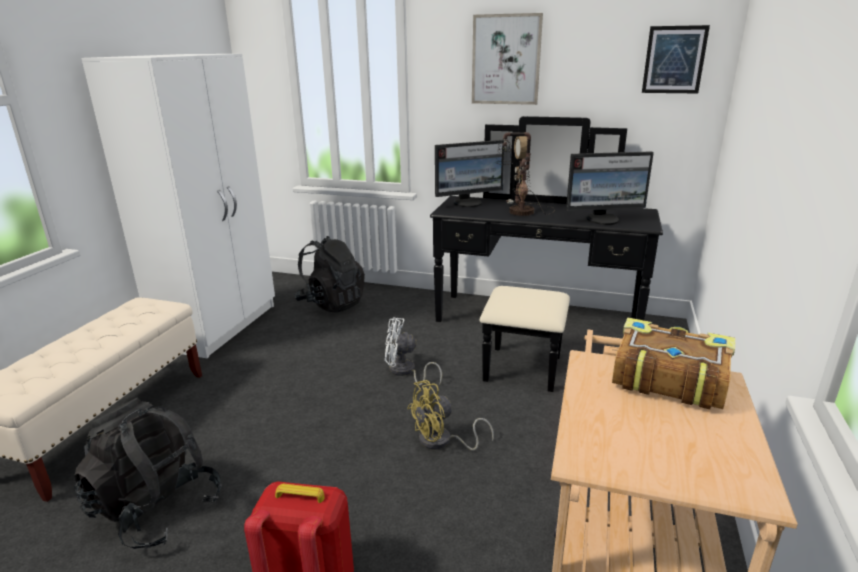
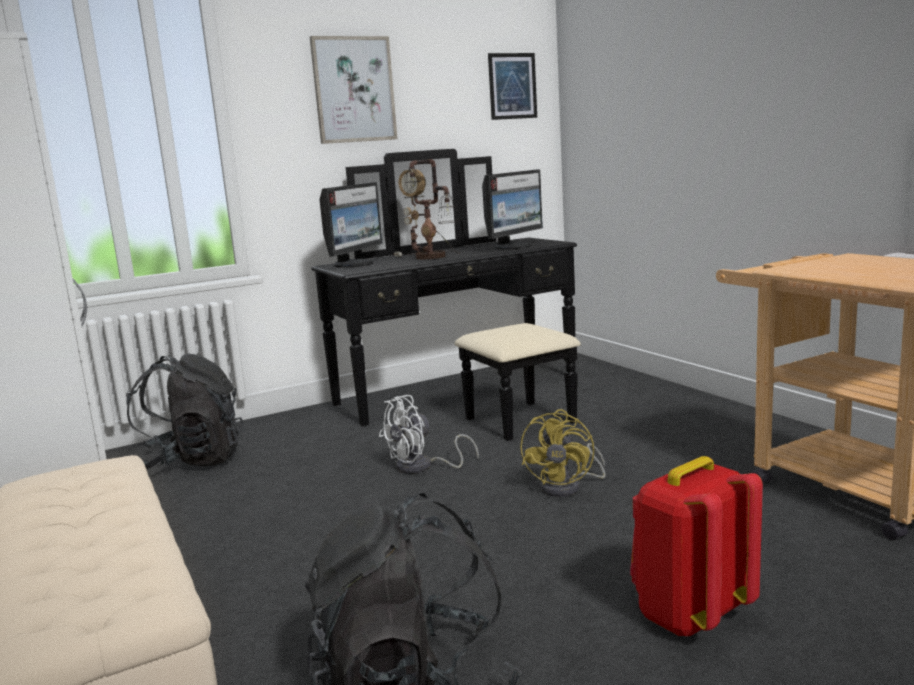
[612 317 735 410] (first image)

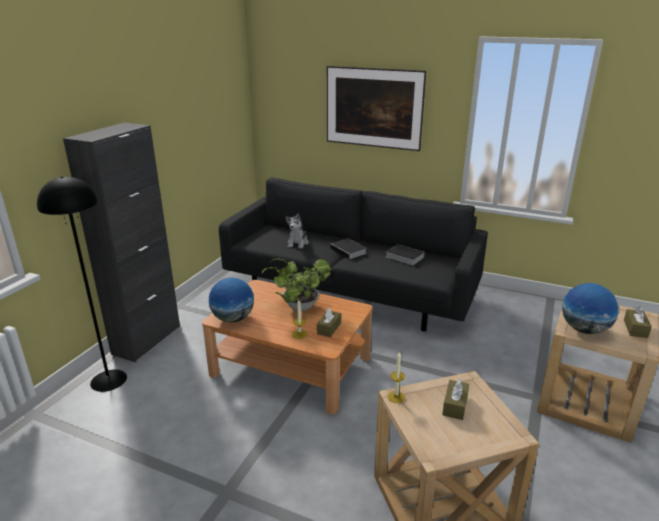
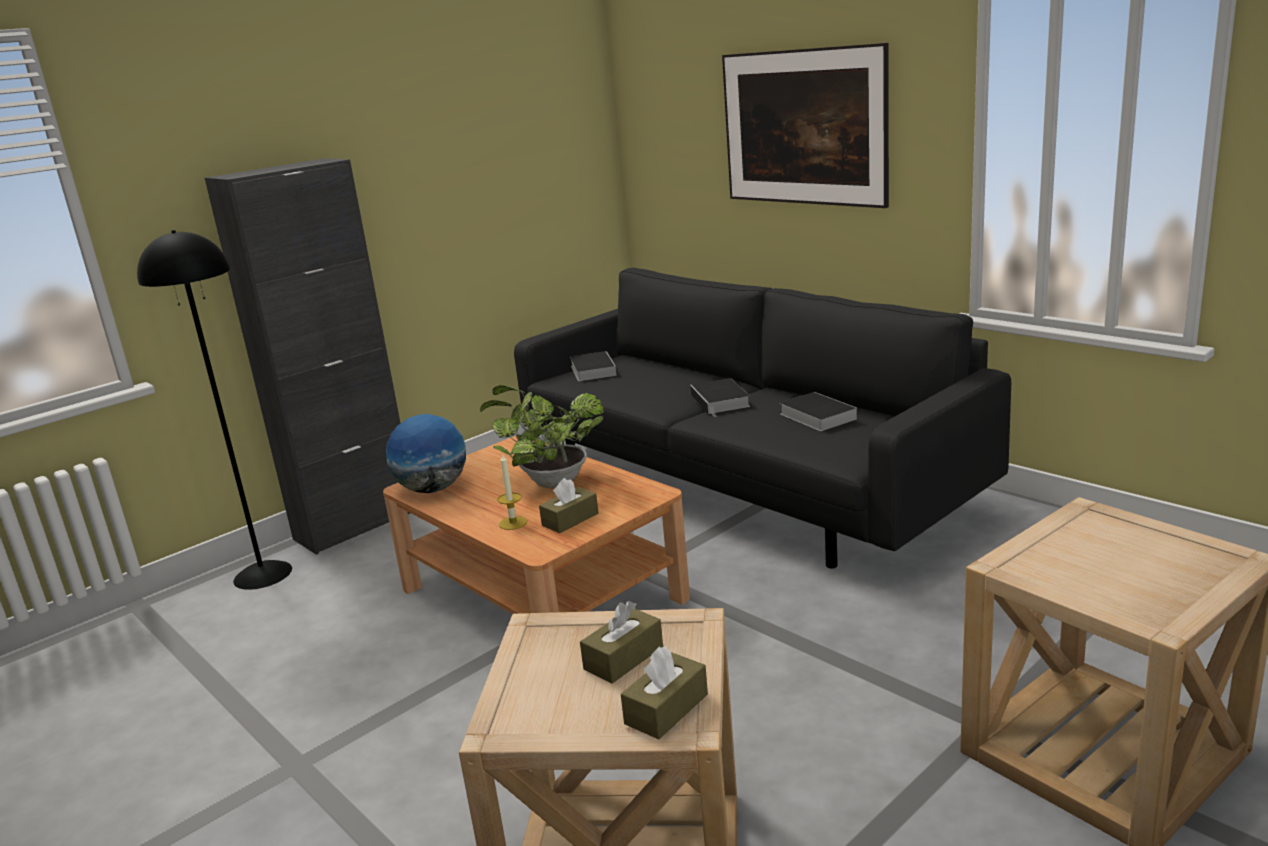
[286 213 309 248] (first image)
[388 351 405 403] (first image)
[562 283 618 334] (first image)
[621 646 708 739]
[570 351 617 381]

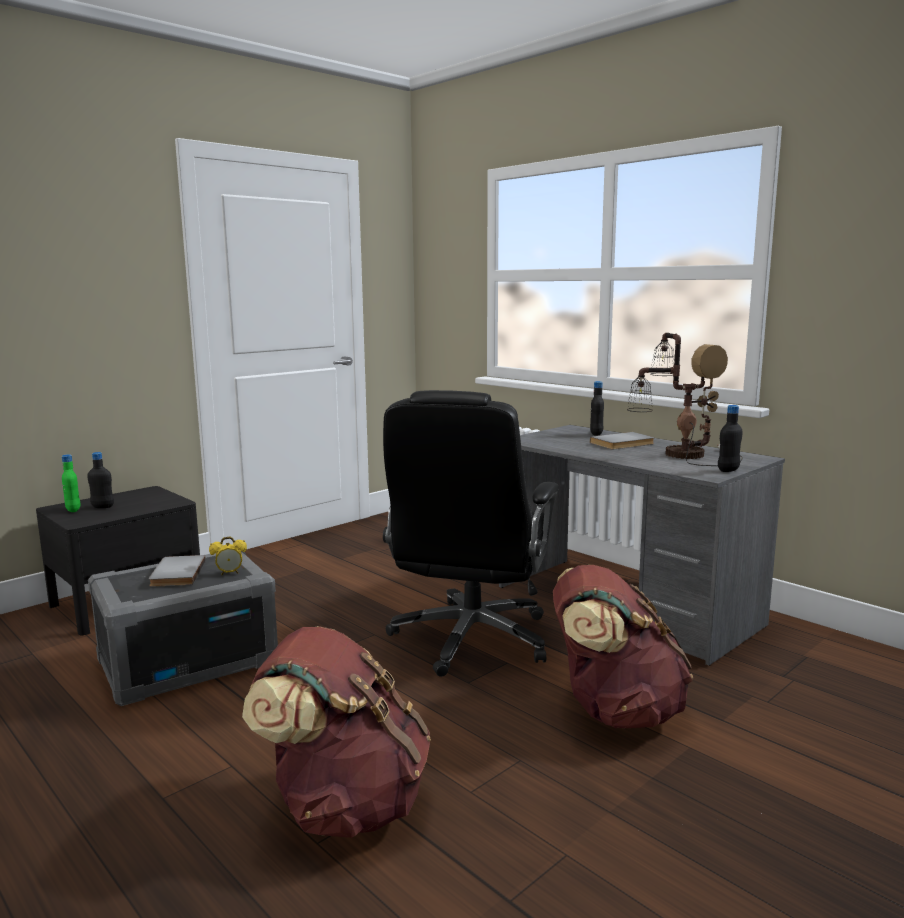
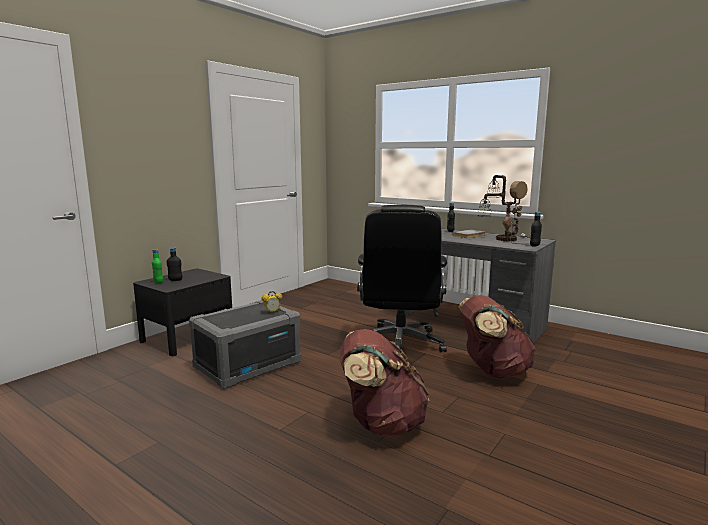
[149 555 206 587] (first image)

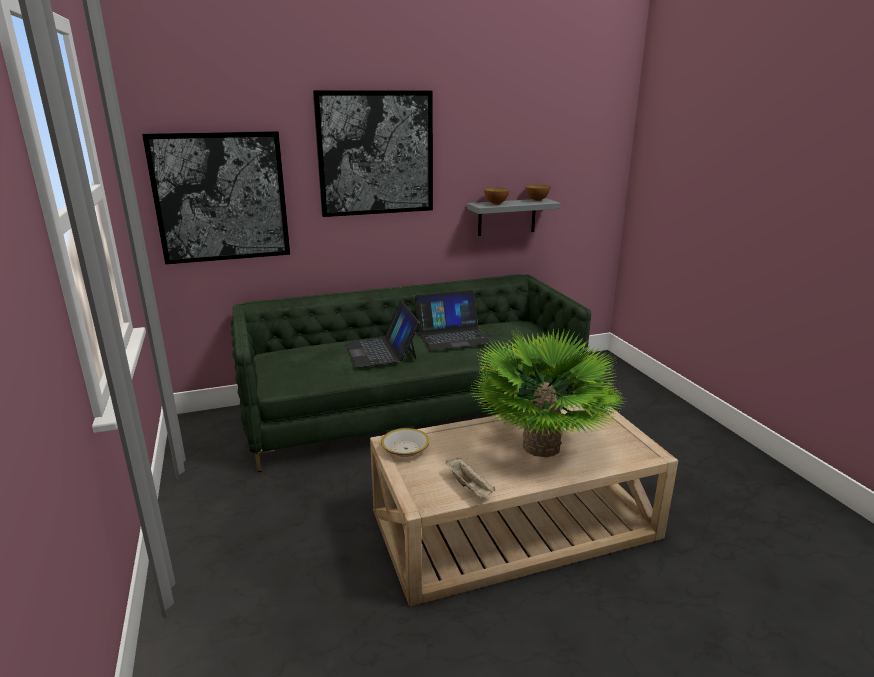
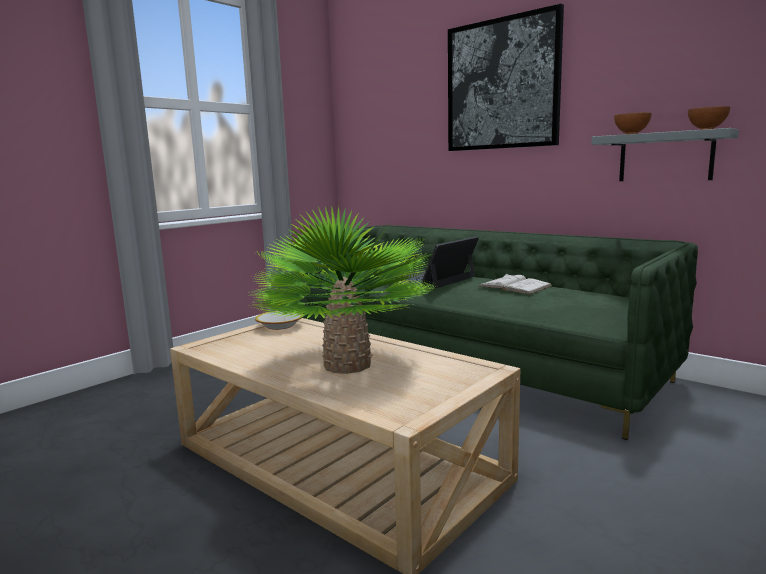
[142 131 290 264] (first image)
[479 274 552 294]
[445 458 495 498] (first image)

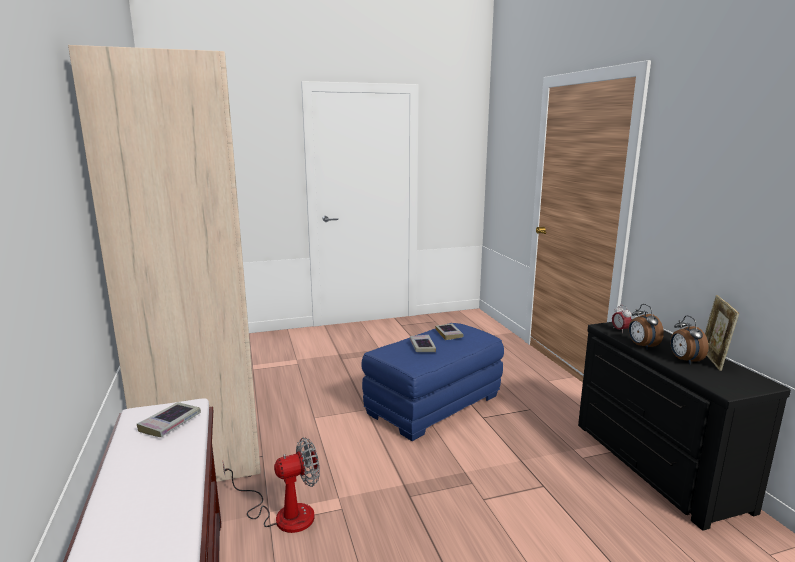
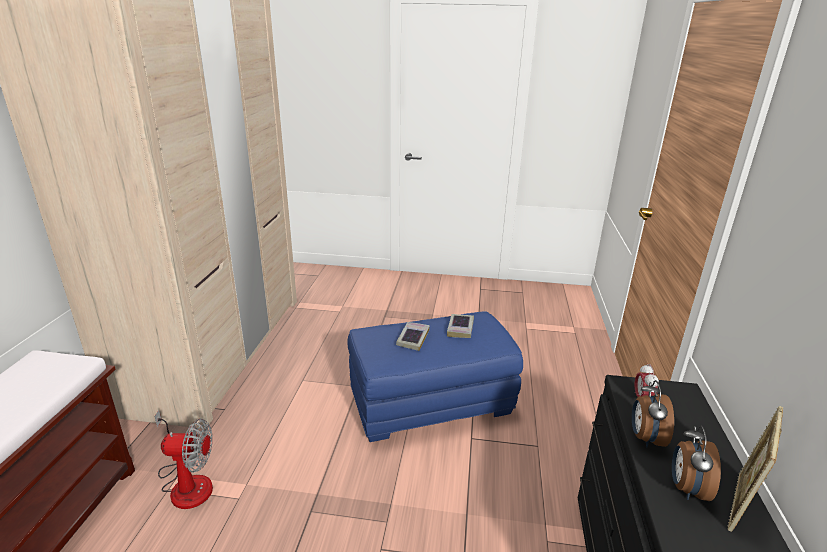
[137 402 201 437] (first image)

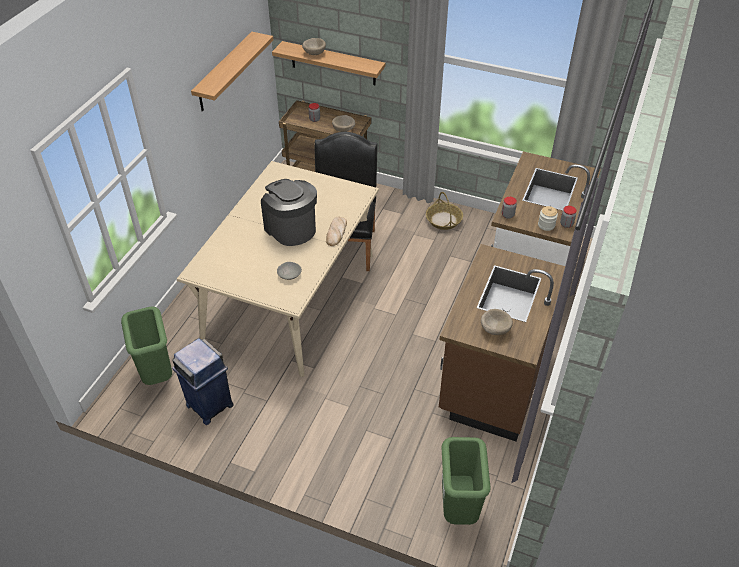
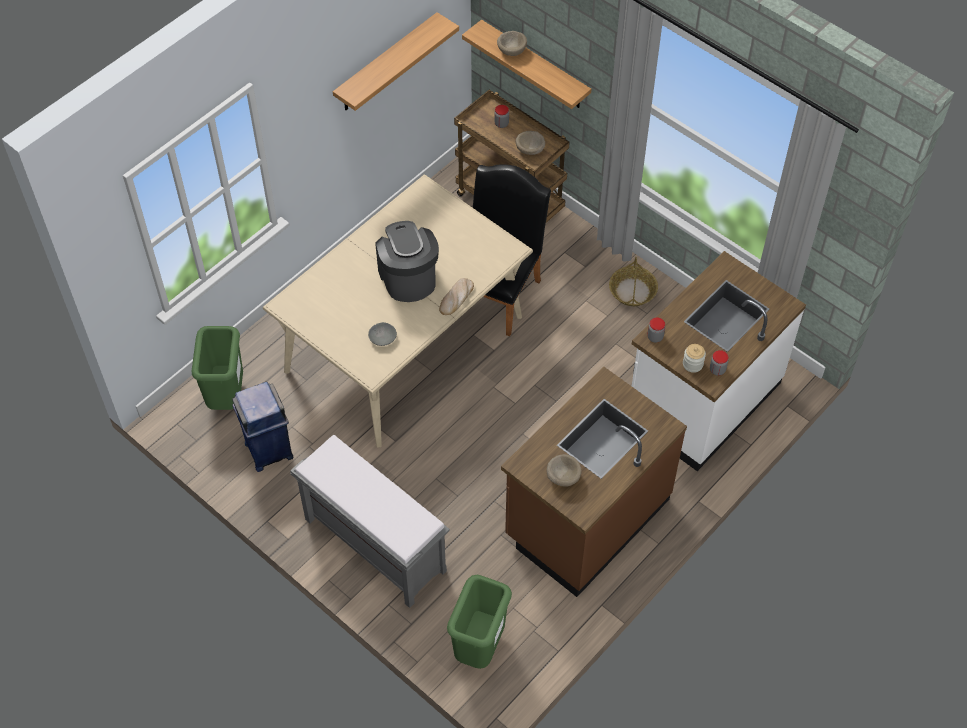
[290 435 450 608]

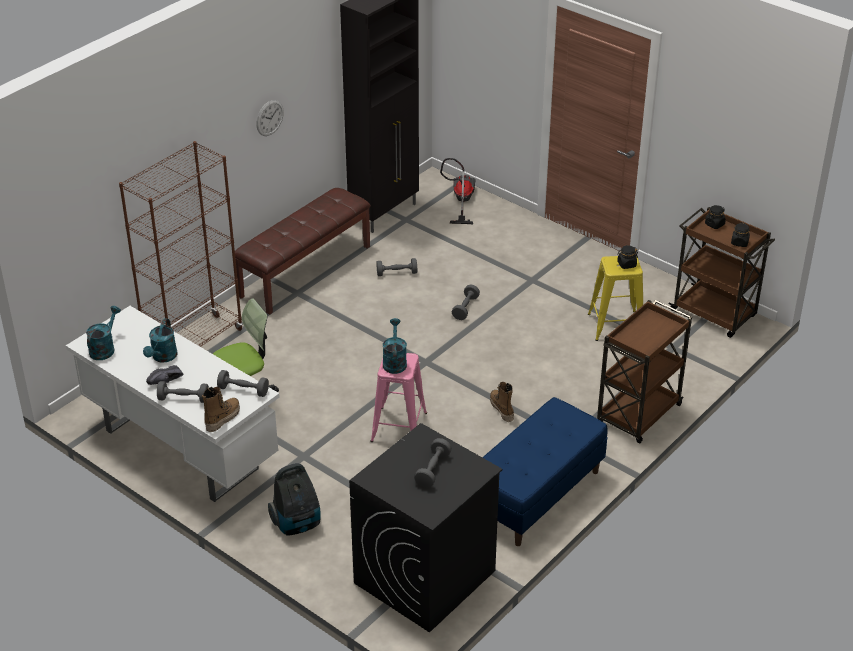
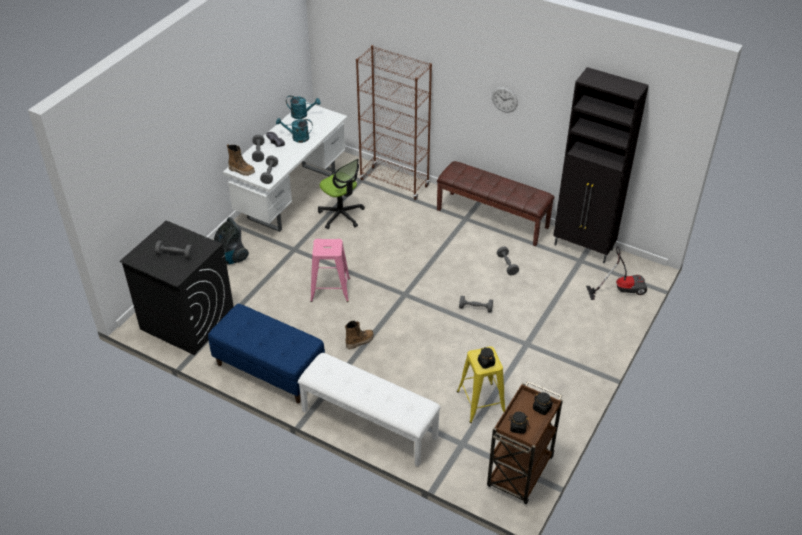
[383 318 407 374] (first image)
[298 353 441 466]

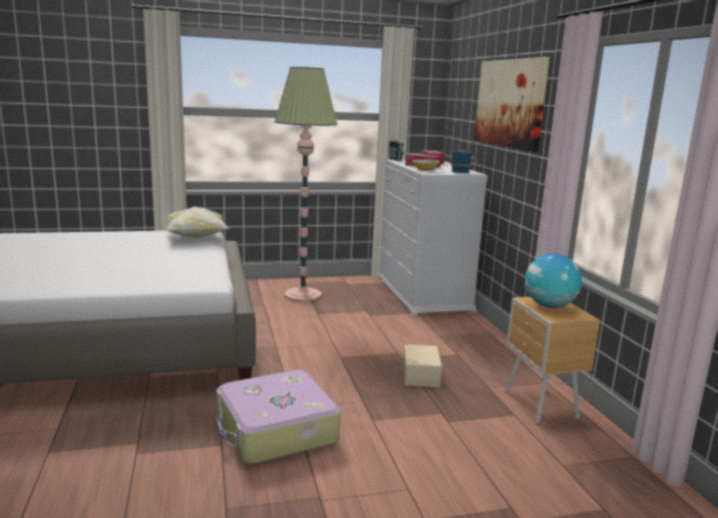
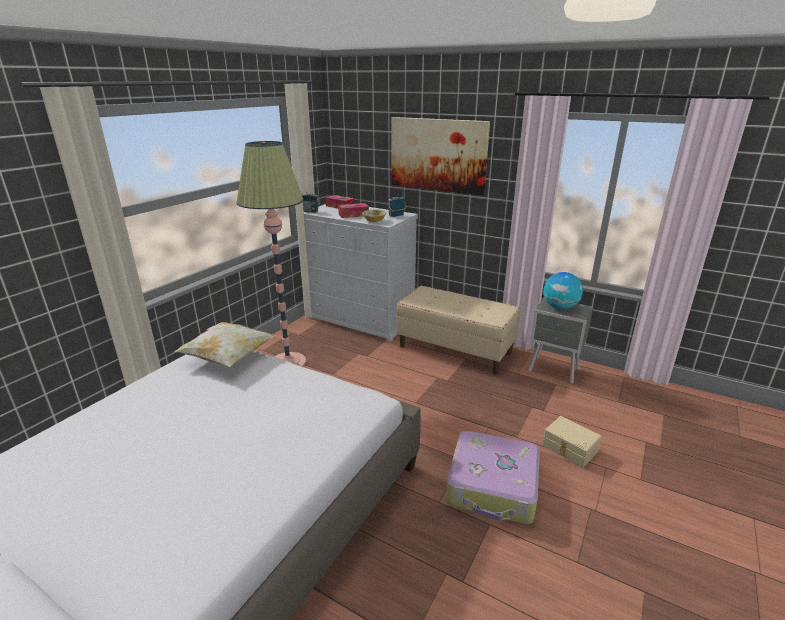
[542 416 602 468]
[528 297 593 384]
[396 286 520 375]

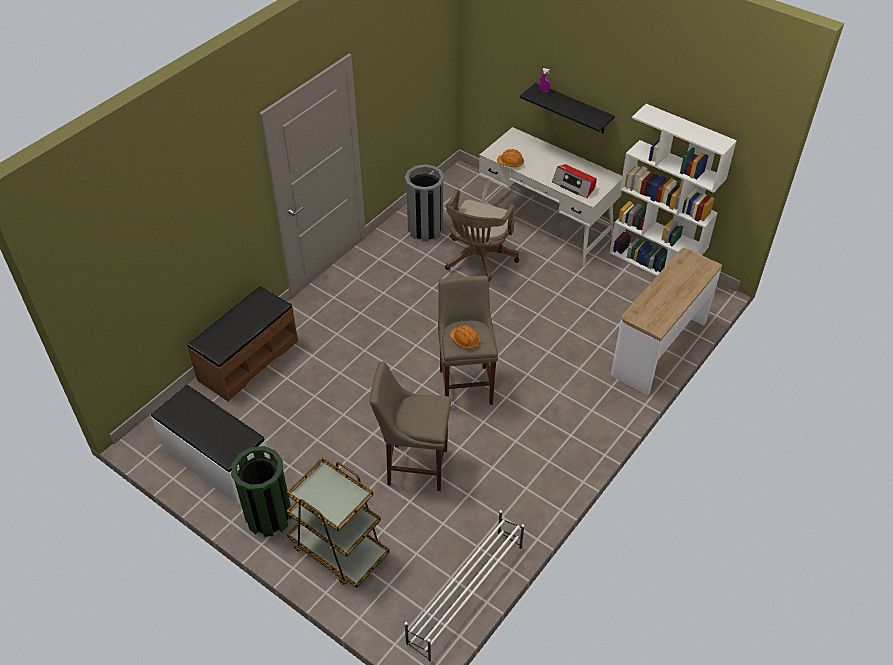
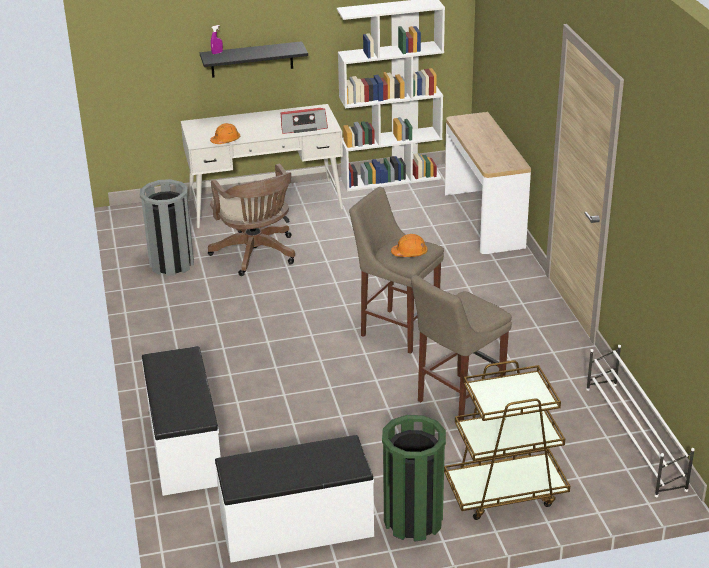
[142 346 221 496]

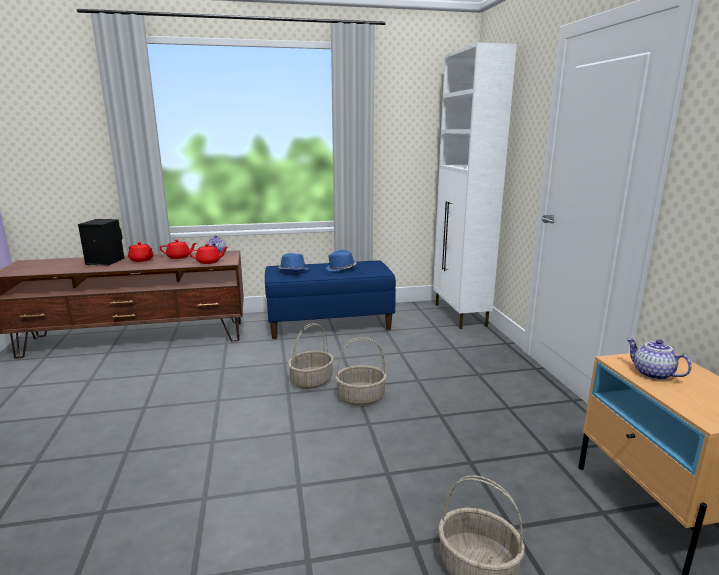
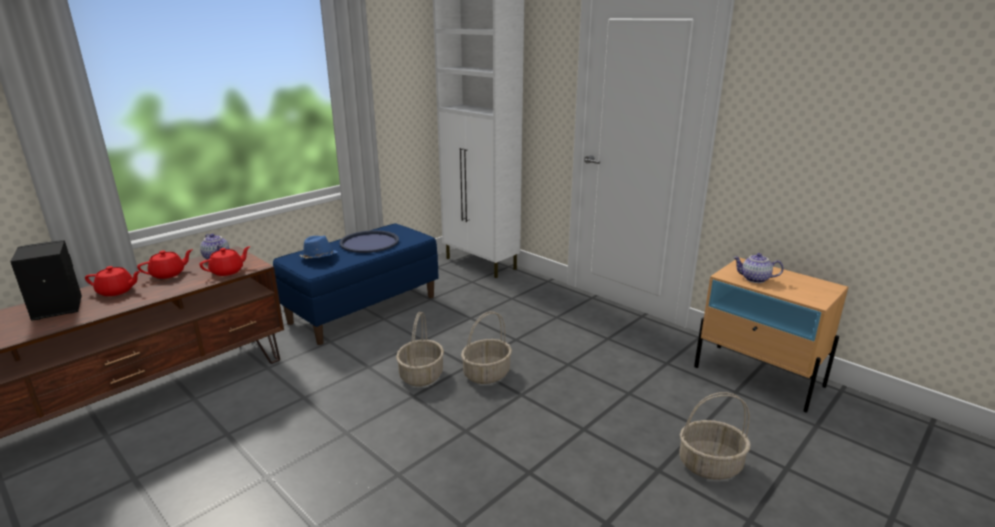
[339 230 399 253]

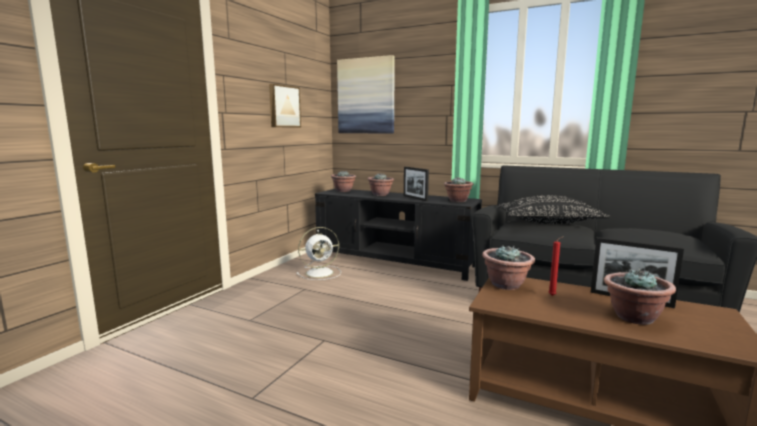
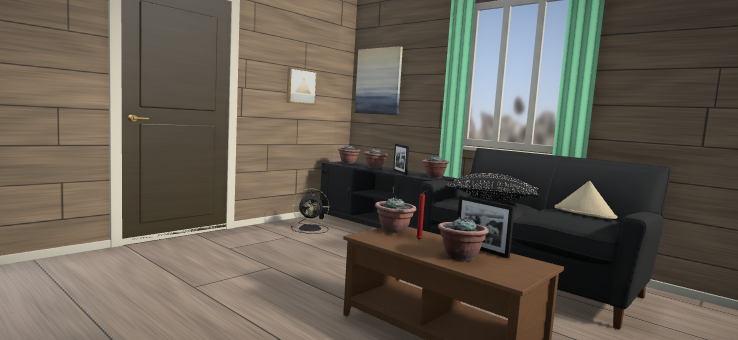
[291 188 329 234]
[555 181 617 219]

